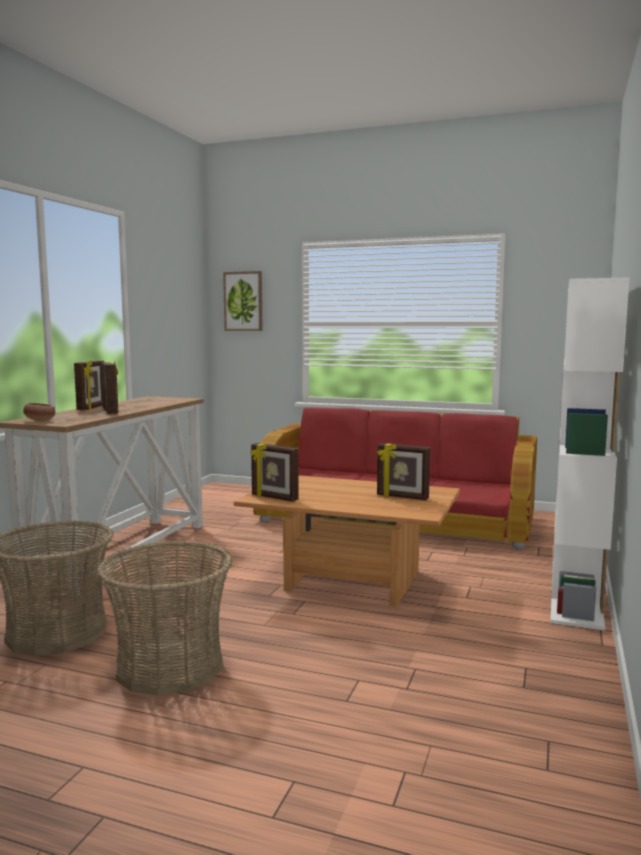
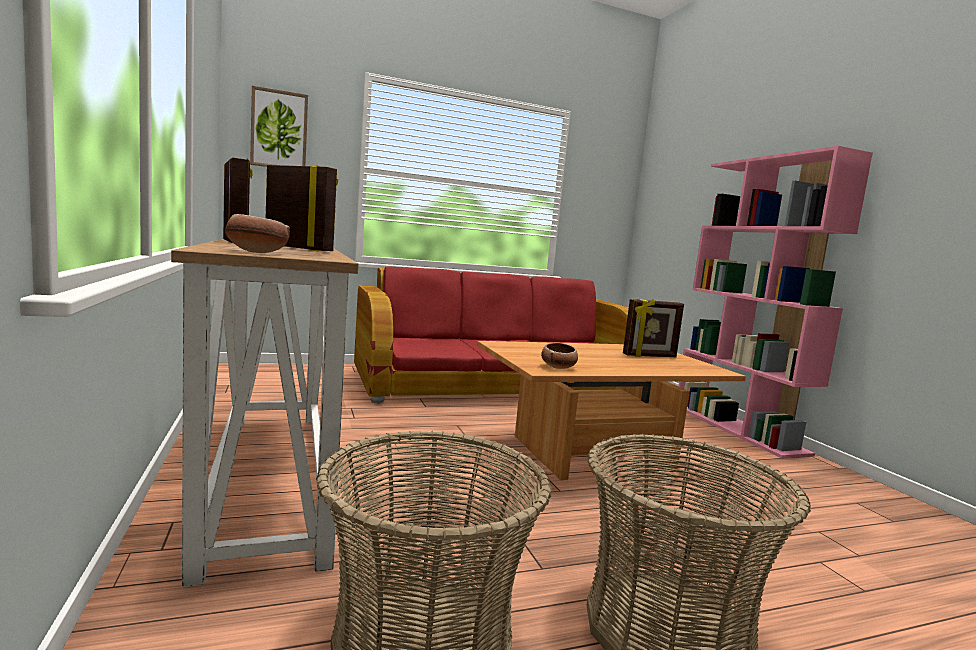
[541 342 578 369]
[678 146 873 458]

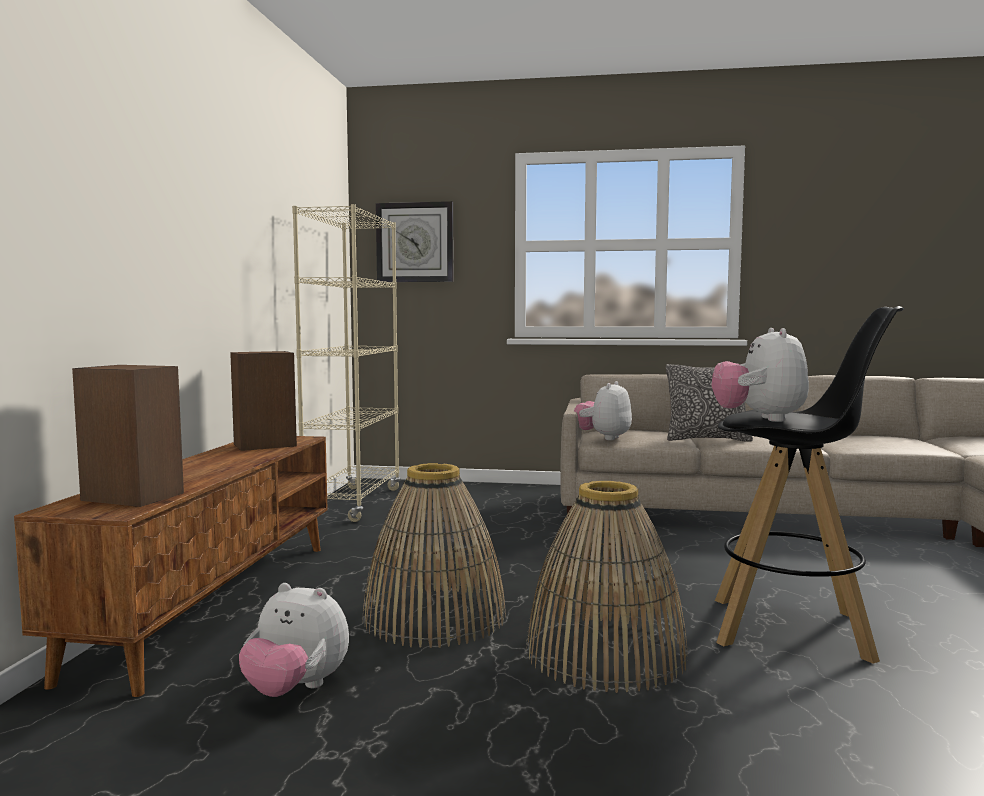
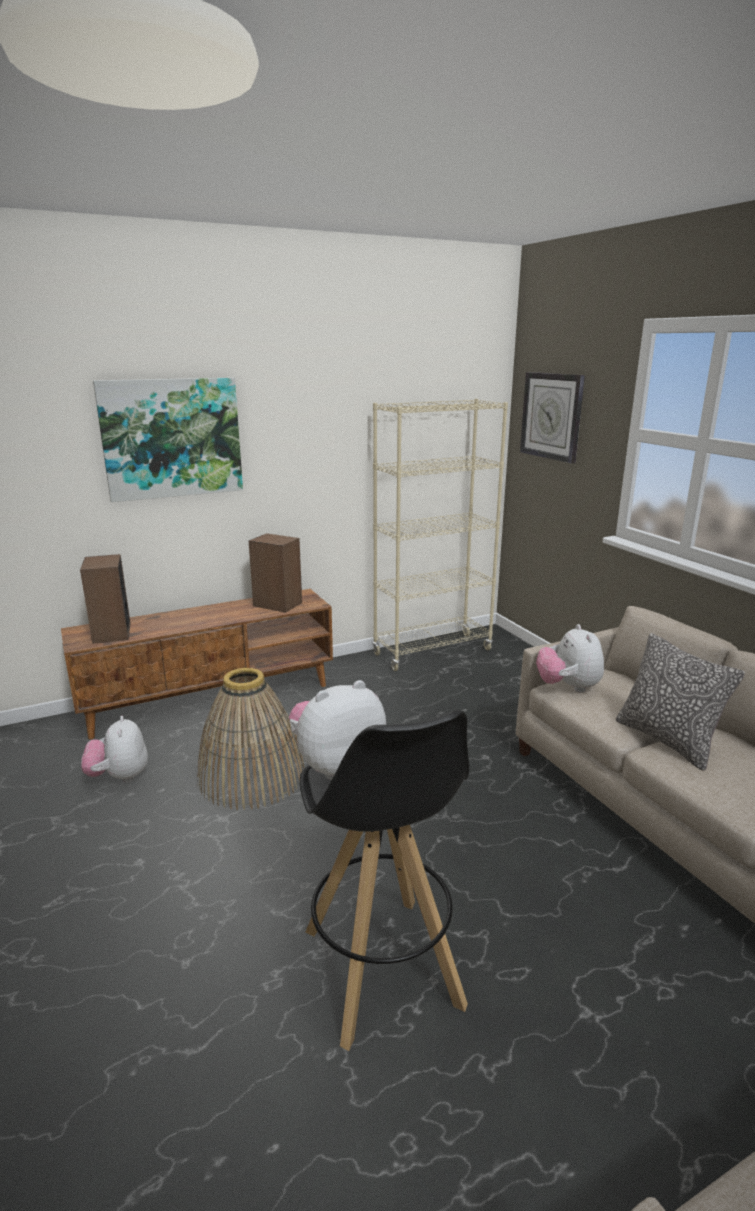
[526 481 688 693] (first image)
[536 624 604 693]
[93 378 243 502]

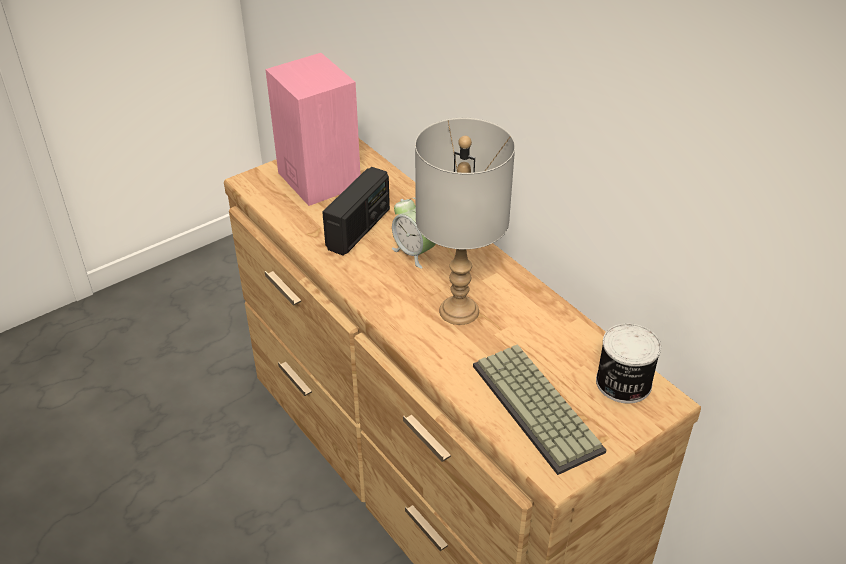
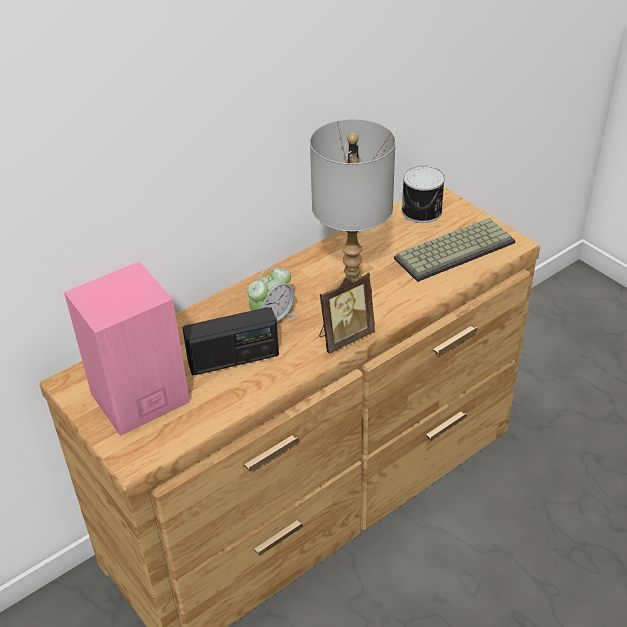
[182 307 279 375]
[319 272 375 354]

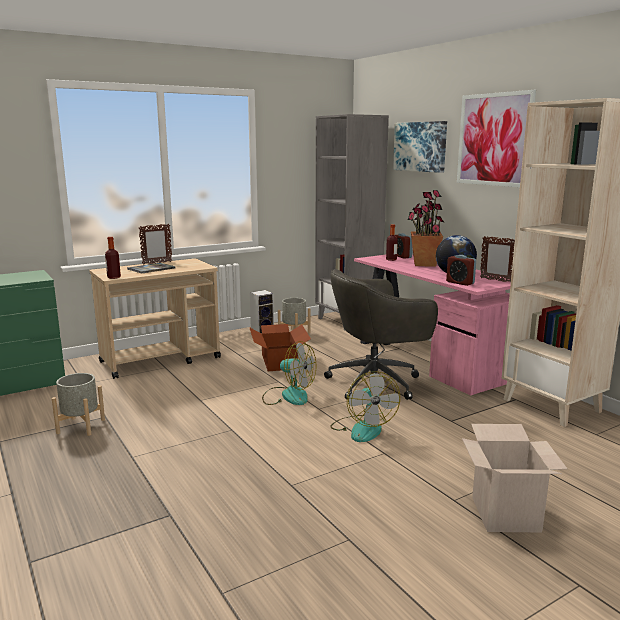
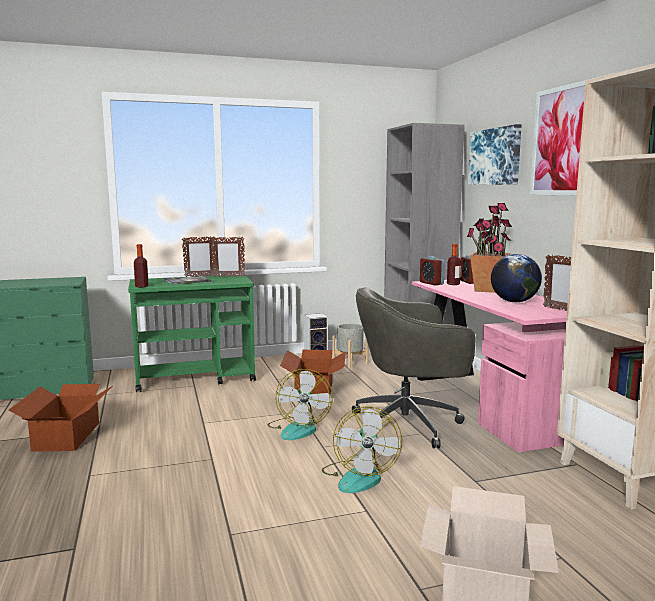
[8 384 112 452]
[128 275 256 392]
[267 369 333 440]
[420 256 445 285]
[211 237 245 277]

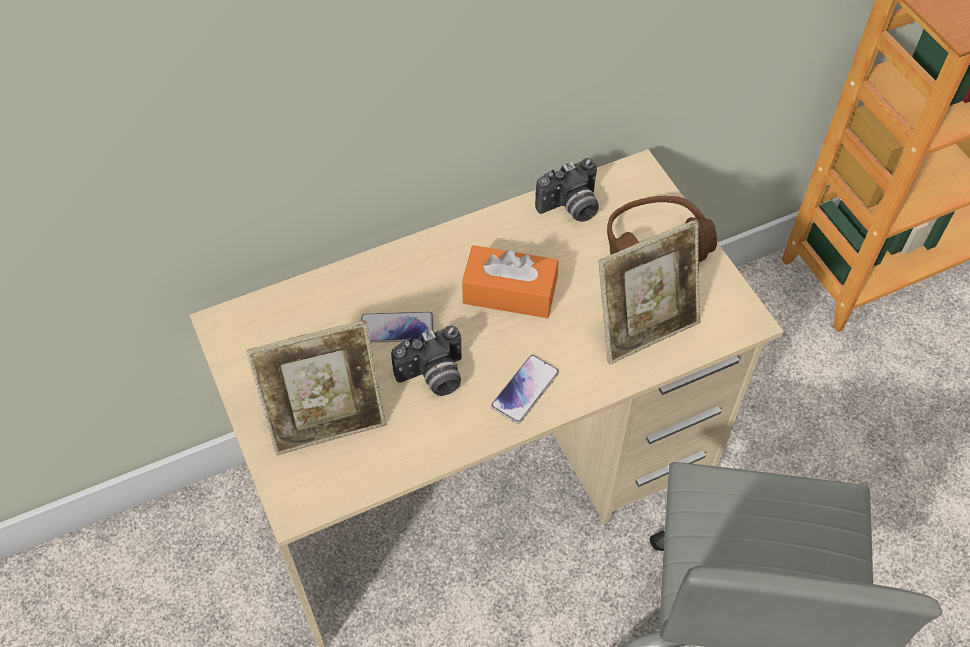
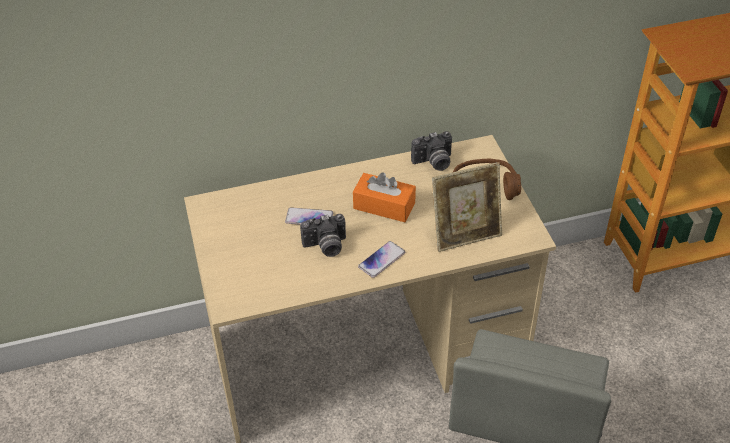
[246 320 386 456] (first image)

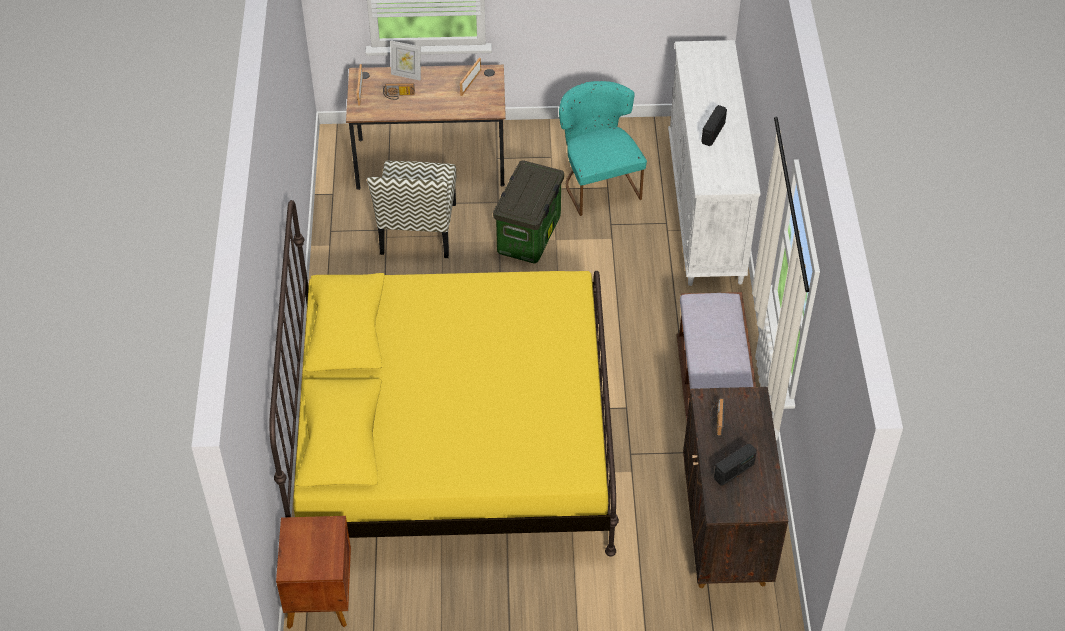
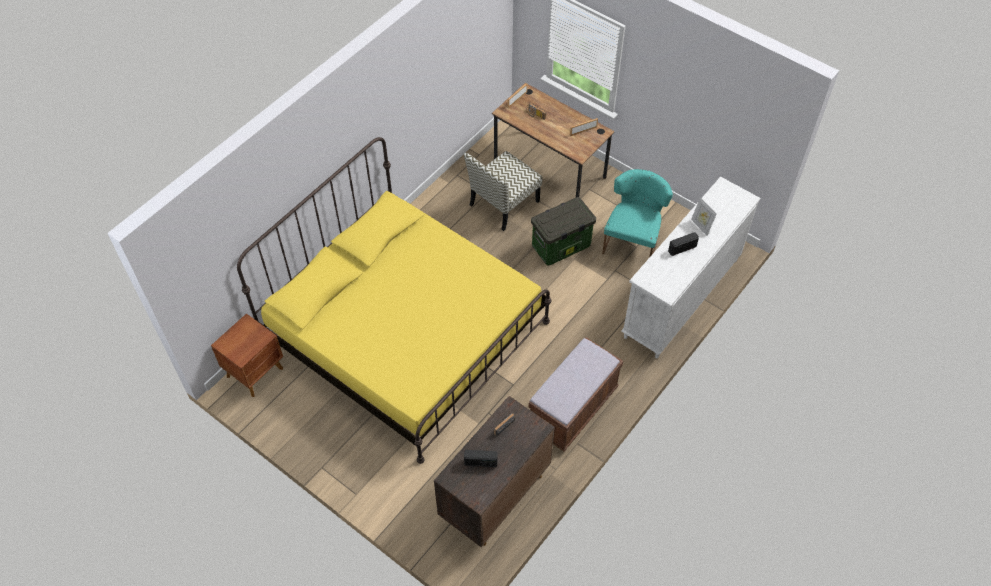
[691 197 717 235]

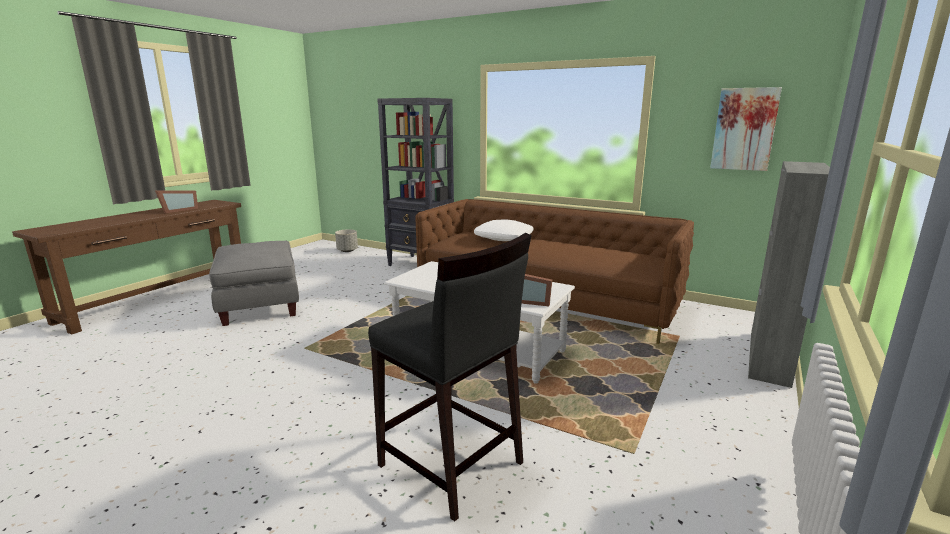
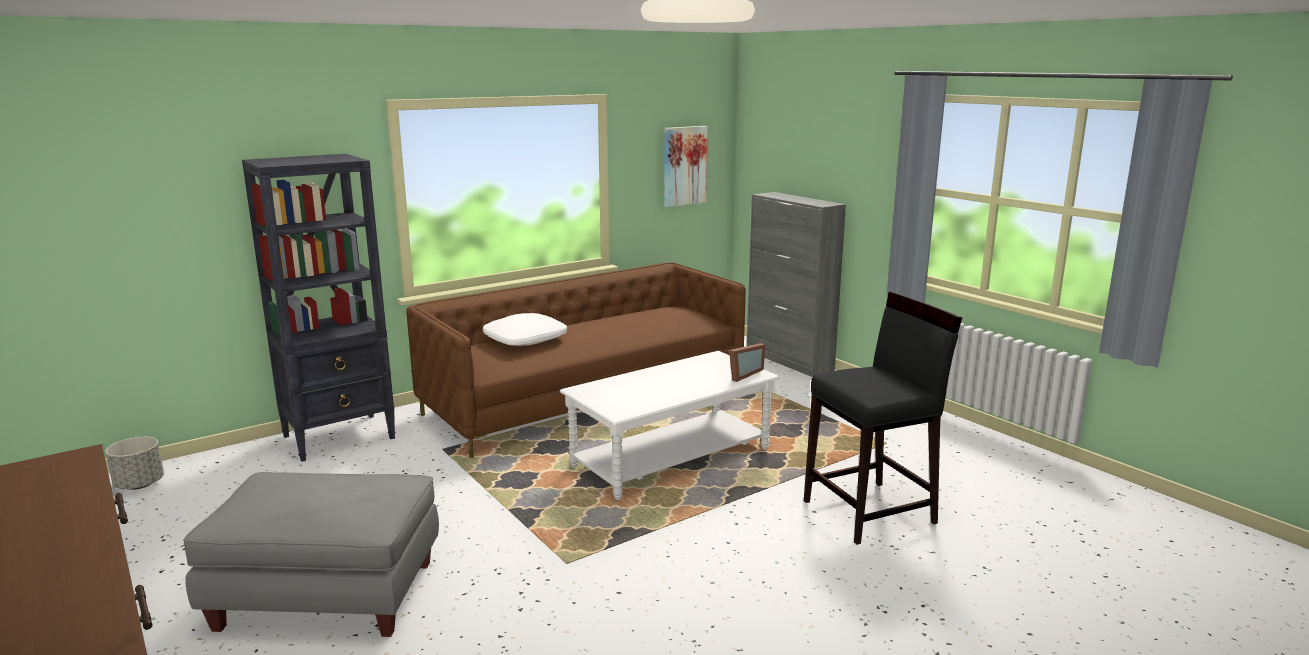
[155 191 198 213] (first image)

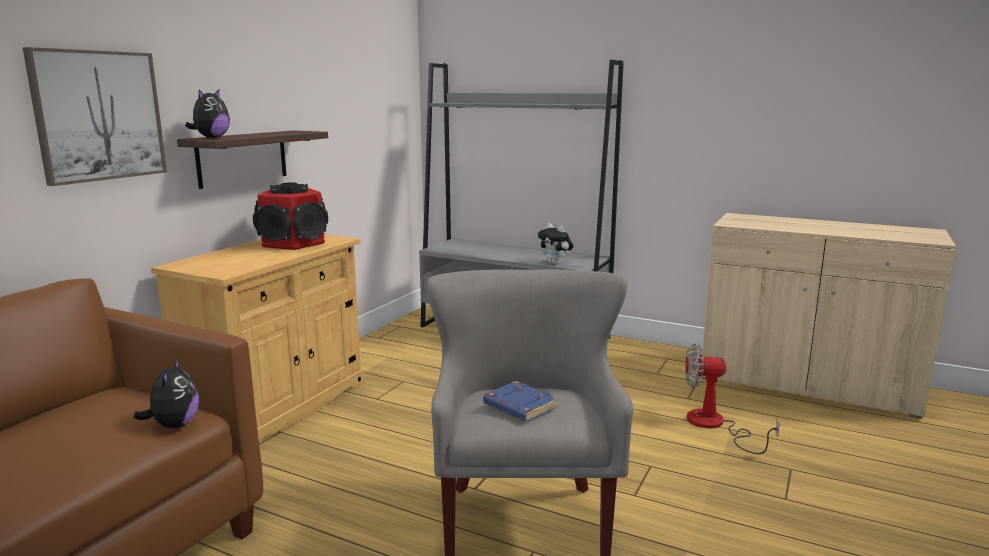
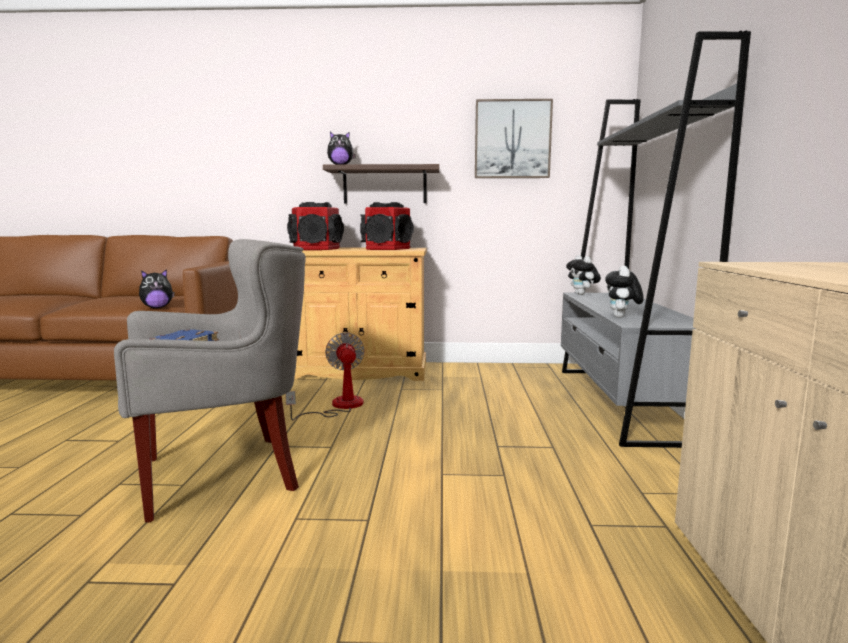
[475 99 553 178]
[286 332 365 420]
[287 202 344 250]
[566 255 601 295]

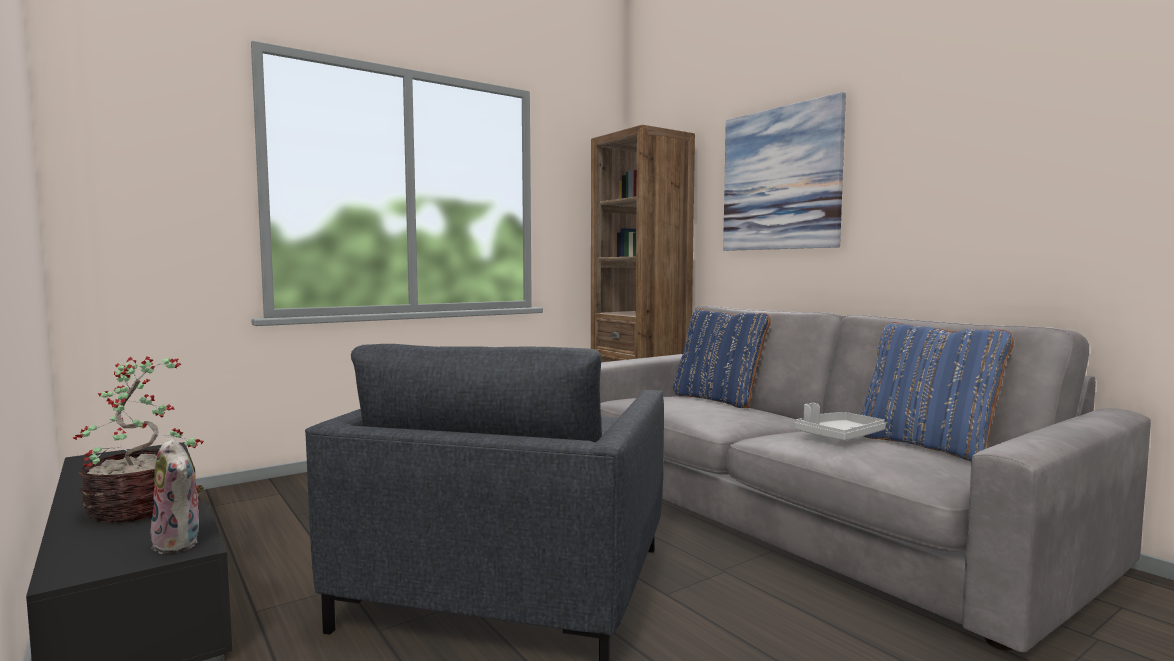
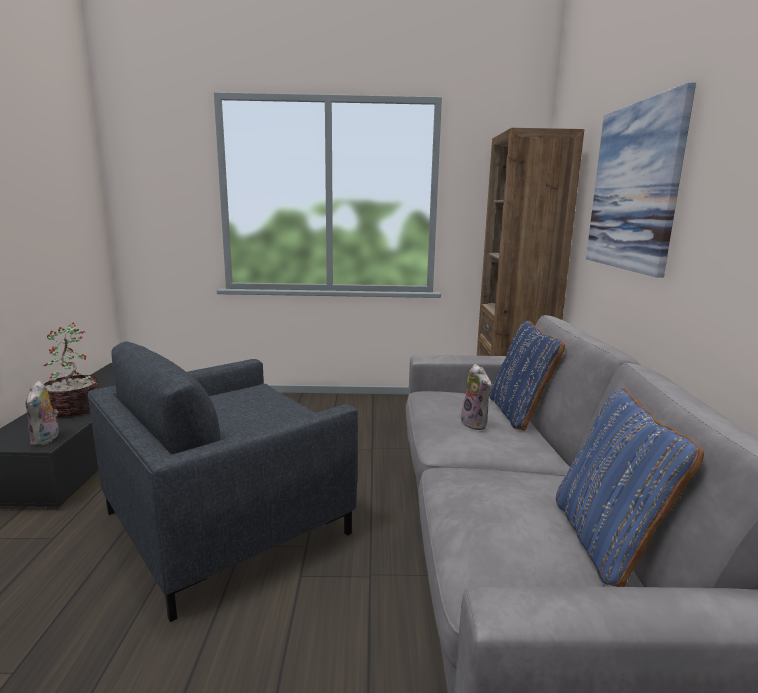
[794 403 886 441] (first image)
[461 364 492 430]

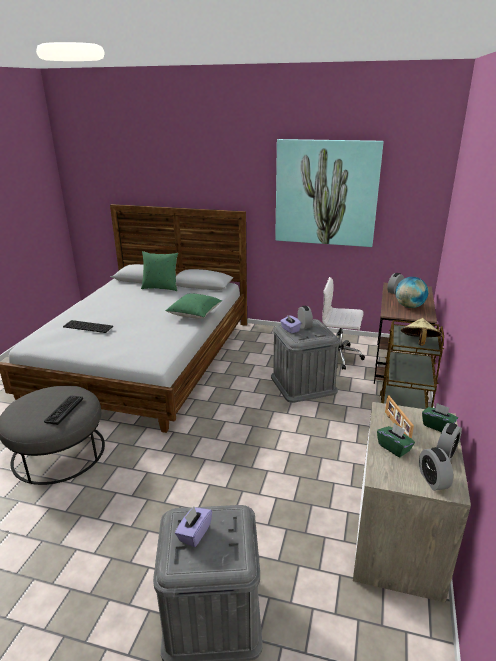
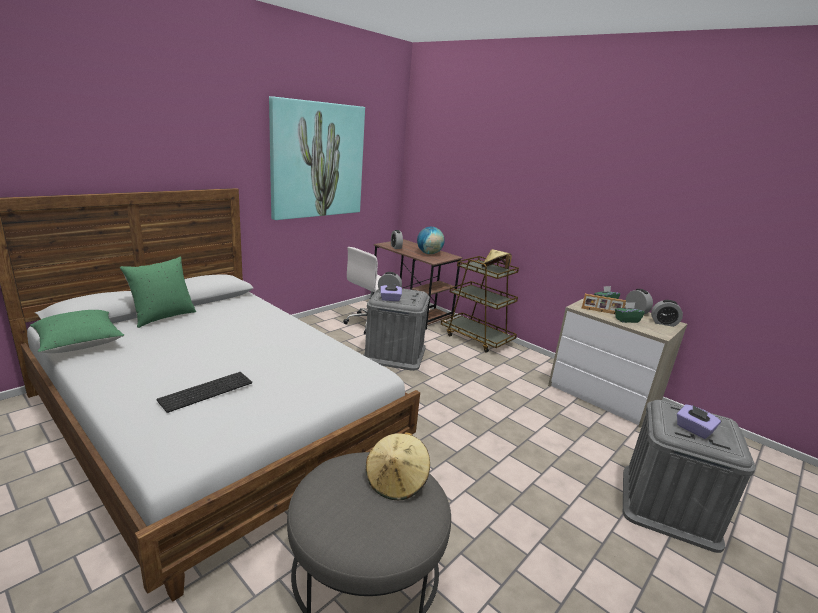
[366 432 430 500]
[30 310 124 353]

